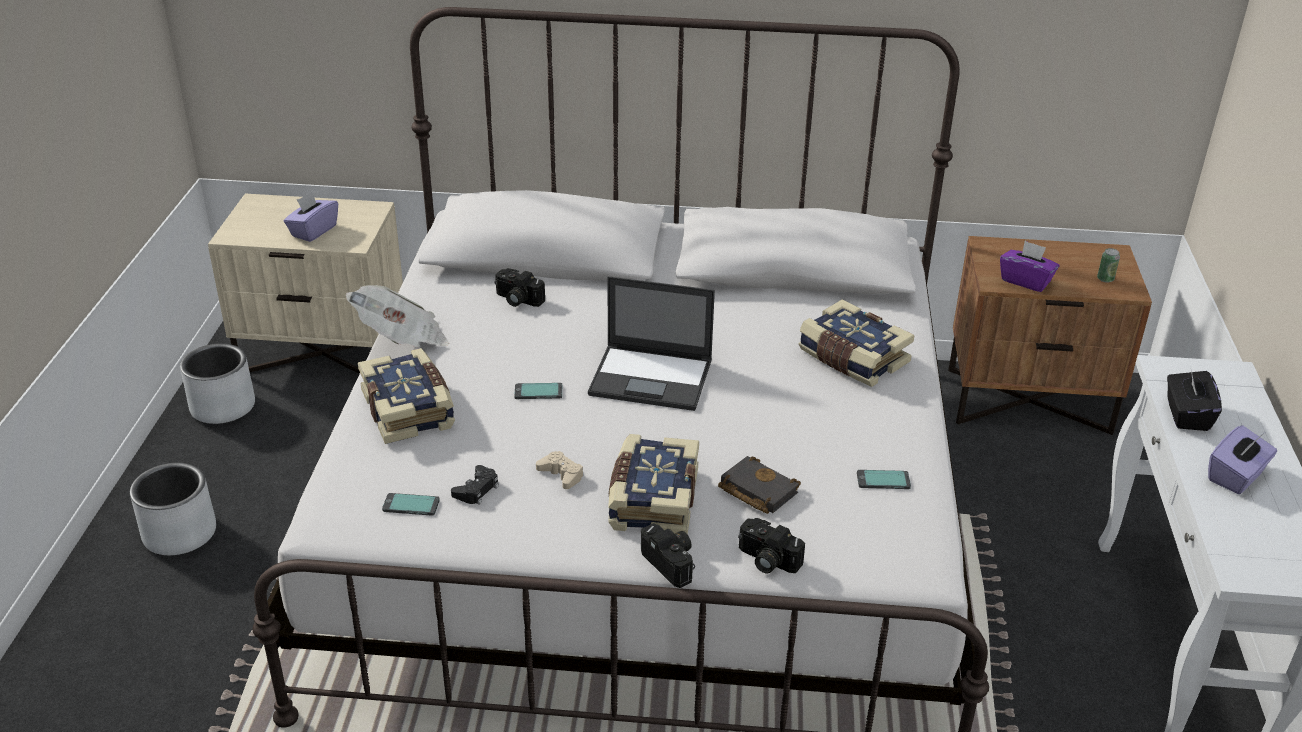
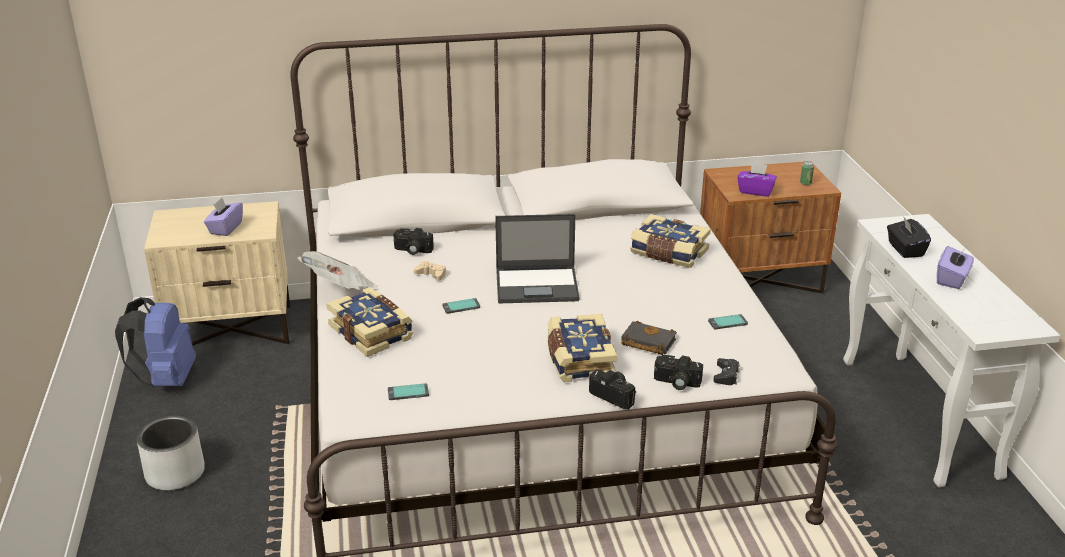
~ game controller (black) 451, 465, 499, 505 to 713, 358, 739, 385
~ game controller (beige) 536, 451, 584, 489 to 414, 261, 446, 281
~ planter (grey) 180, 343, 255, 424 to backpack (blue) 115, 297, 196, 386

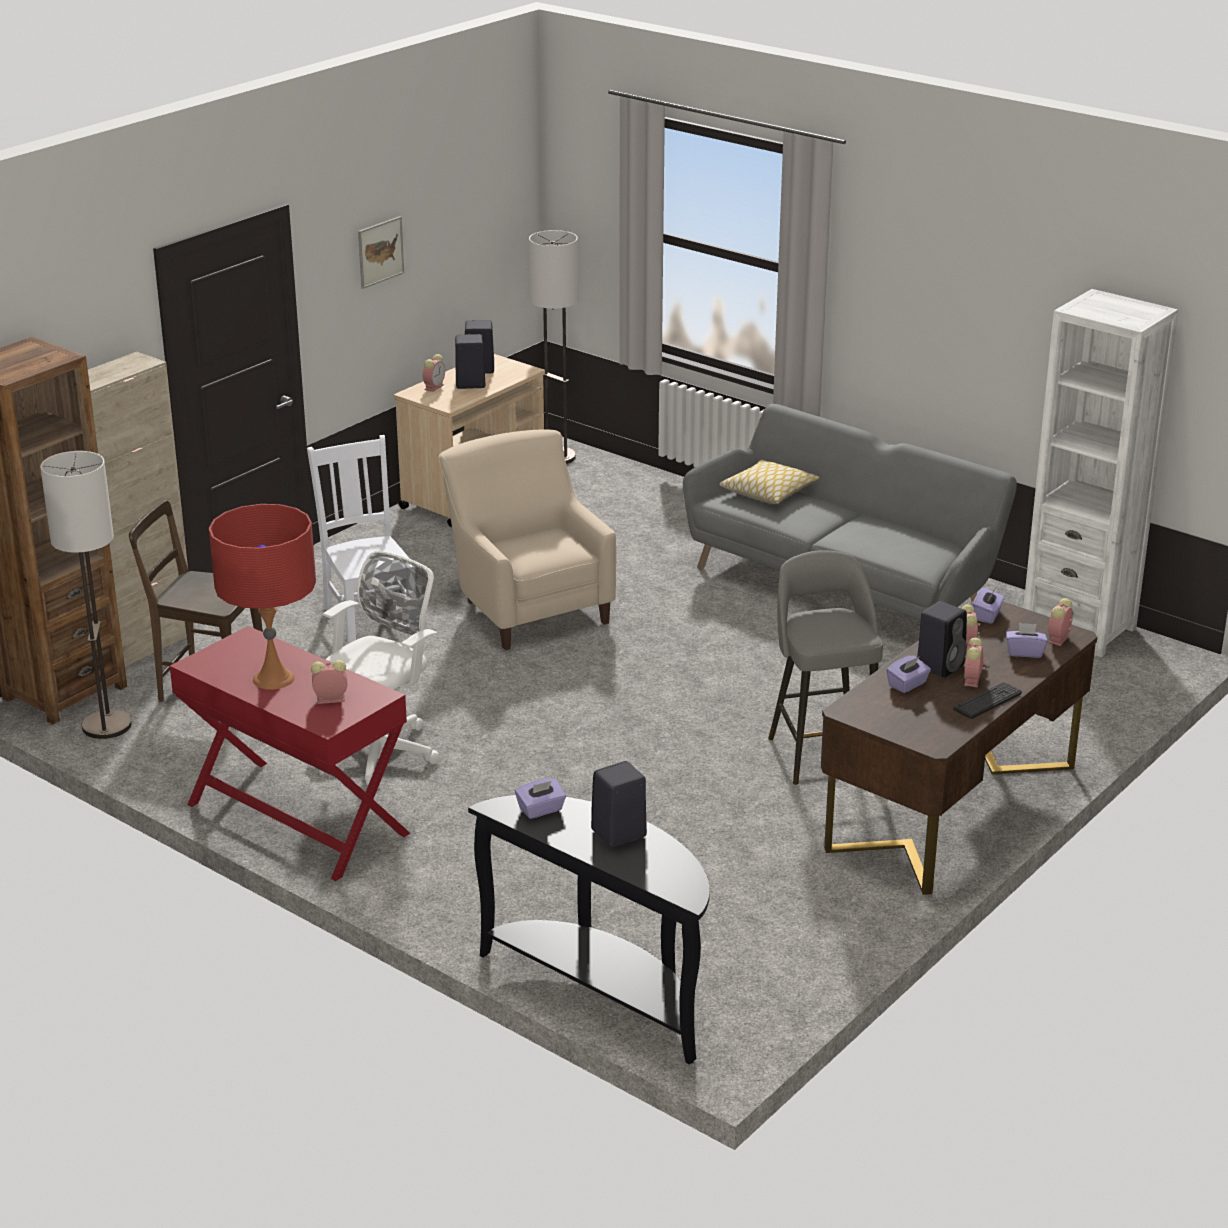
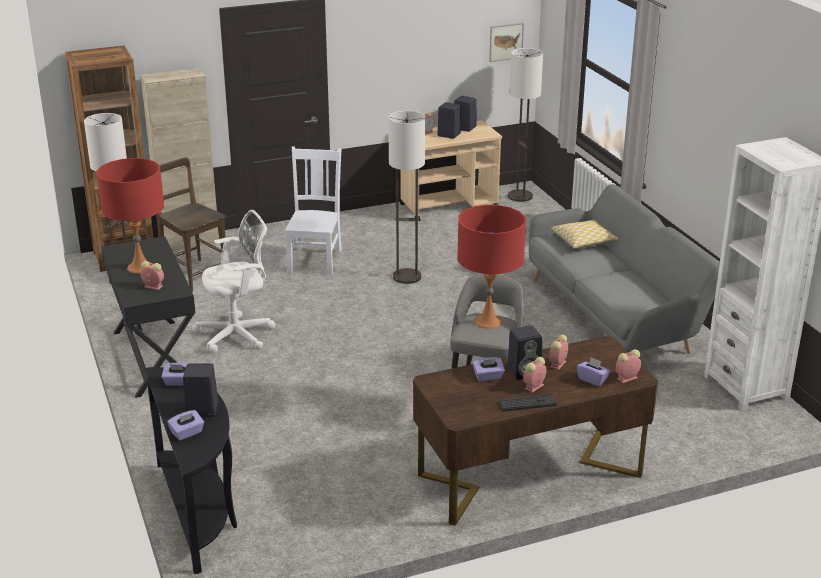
+ table lamp (red) 457, 205, 526, 329
~ picture 358, 216, 404, 289 to 489, 23, 524, 62
~ tissue box (purple) 973, 588, 1005, 624 to 167, 410, 204, 441
~ armchair (beige) 438, 430, 616, 650 to floor lamp 388, 111, 425, 284
~ desk (red) 170, 626, 410, 881 to desk (black) 101, 236, 195, 398

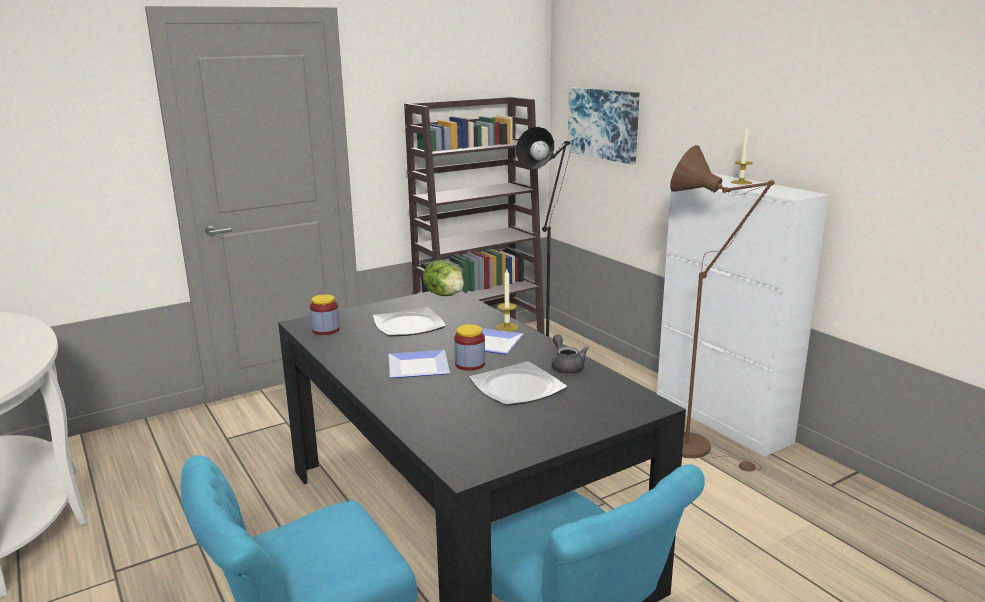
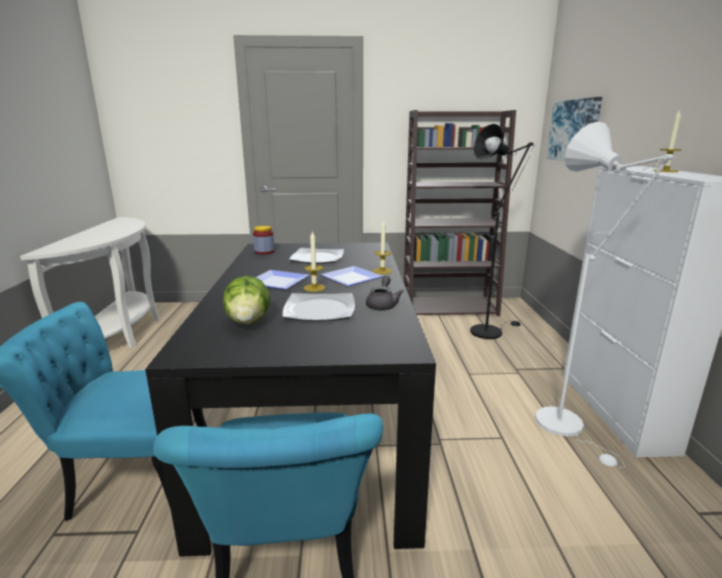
~ lettuce 423, 261, 464, 296 to 223, 276, 270, 325
~ jar 454, 324, 485, 371 to candle 304, 231, 325, 292
~ floor lamp (brown) 670, 145, 775, 471 to floor lamp (white) 535, 121, 673, 468

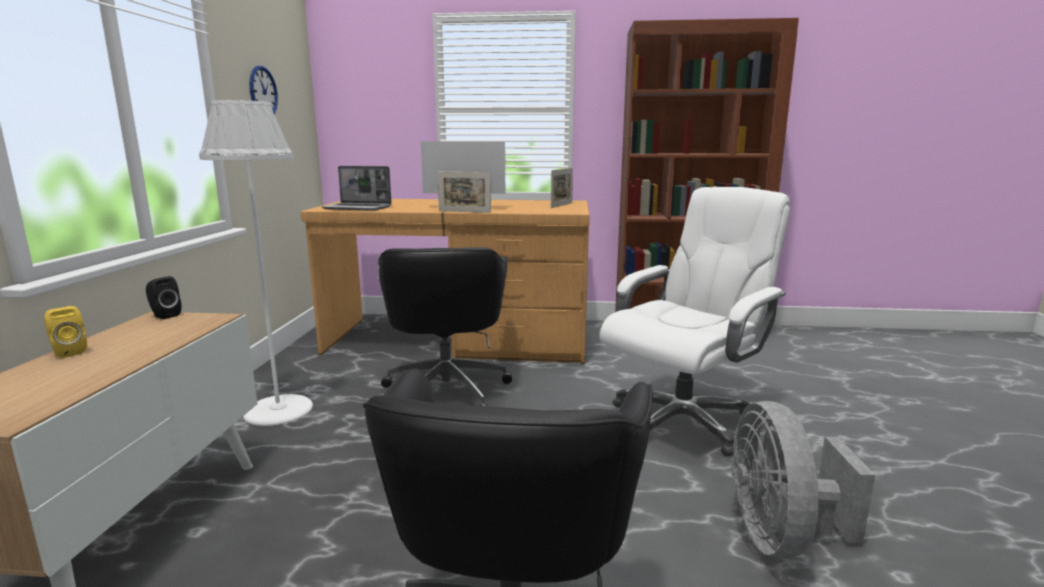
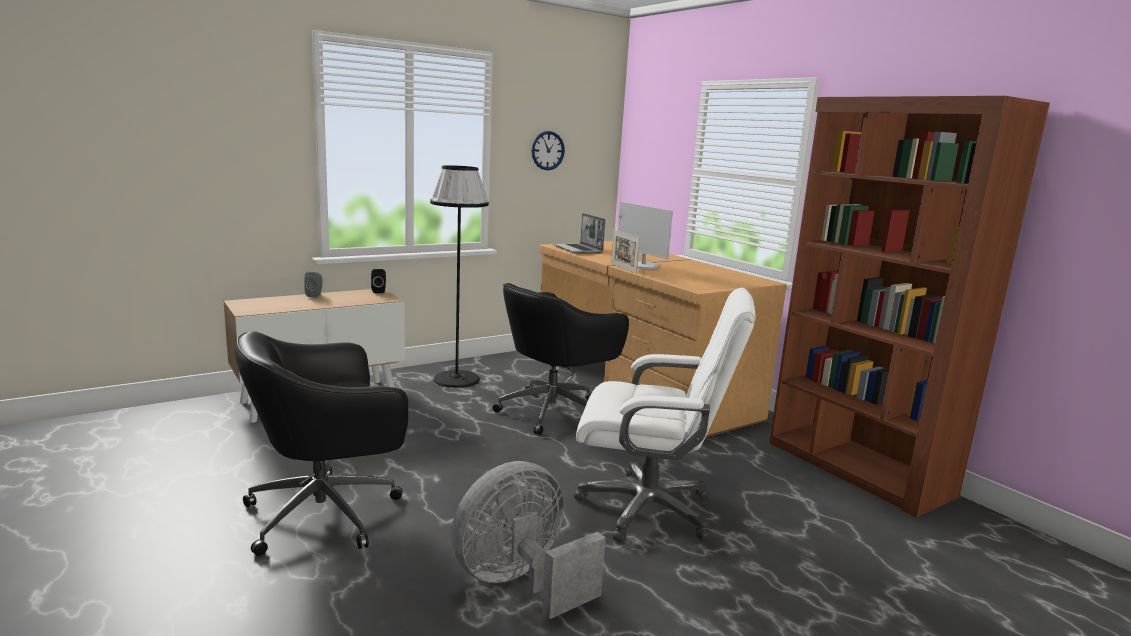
- picture frame 551, 168, 573, 208
~ speaker (yellow) 44, 306, 87, 358 to speaker (grey) 304, 272, 322, 297
~ floor lamp (white) 199, 100, 313, 426 to floor lamp (black) 430, 165, 489, 388

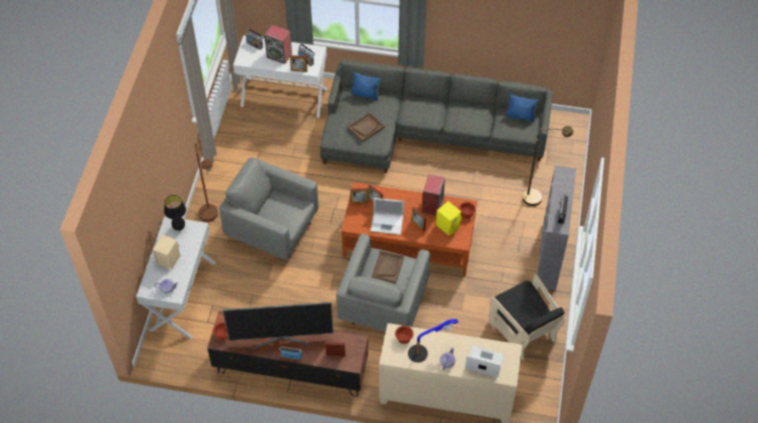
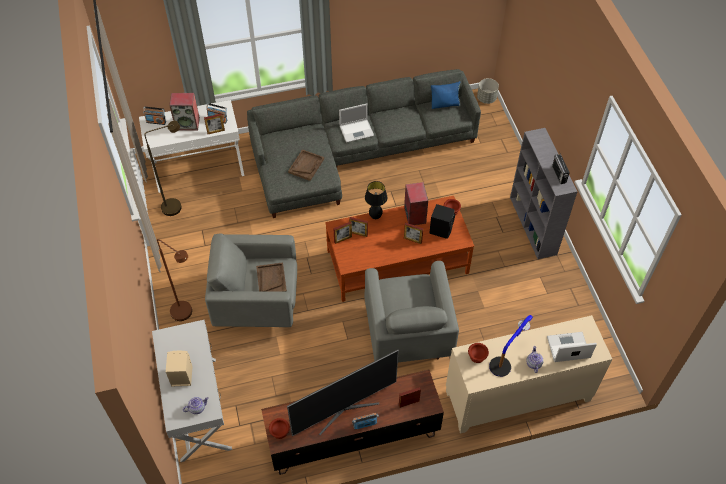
- pillow (blue) 351, 72, 382, 101
- armchair (black) 489, 274, 565, 361
+ planter (grey) 477, 78, 499, 104
~ table lamp (black) 164, 195, 186, 231 to 365, 181, 387, 219
~ laptop 371, 198, 404, 235 to 339, 103, 374, 143
~ tray (brown) 372, 250, 404, 284 to 256, 262, 287, 292
~ floor lamp (brown) 523, 126, 573, 206 to 144, 121, 182, 216
~ speaker (yellow) 436, 201, 462, 236 to speaker (black) 429, 204, 455, 239

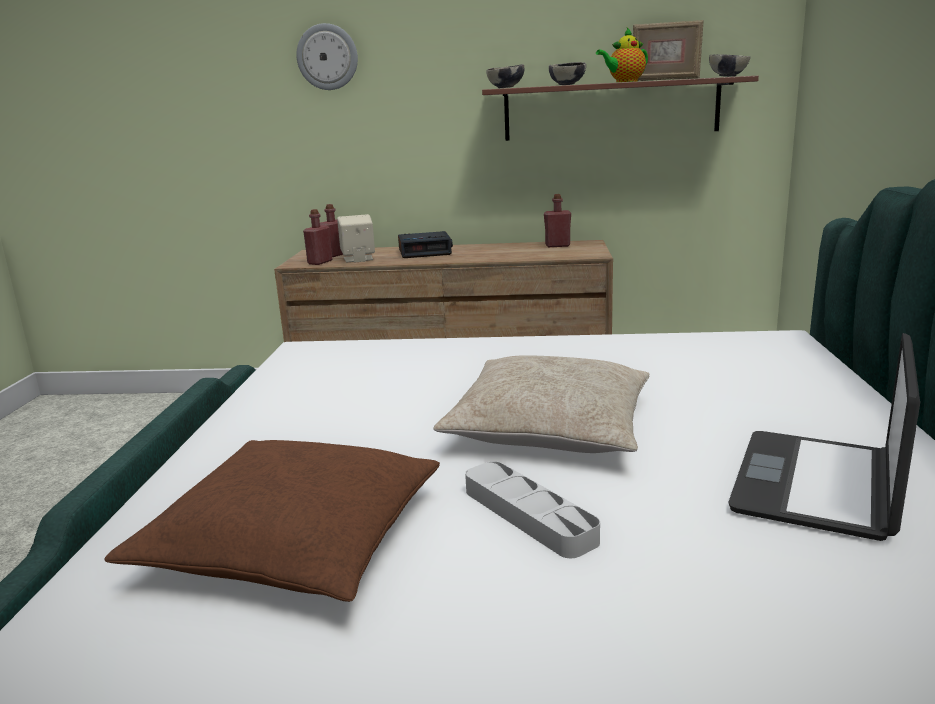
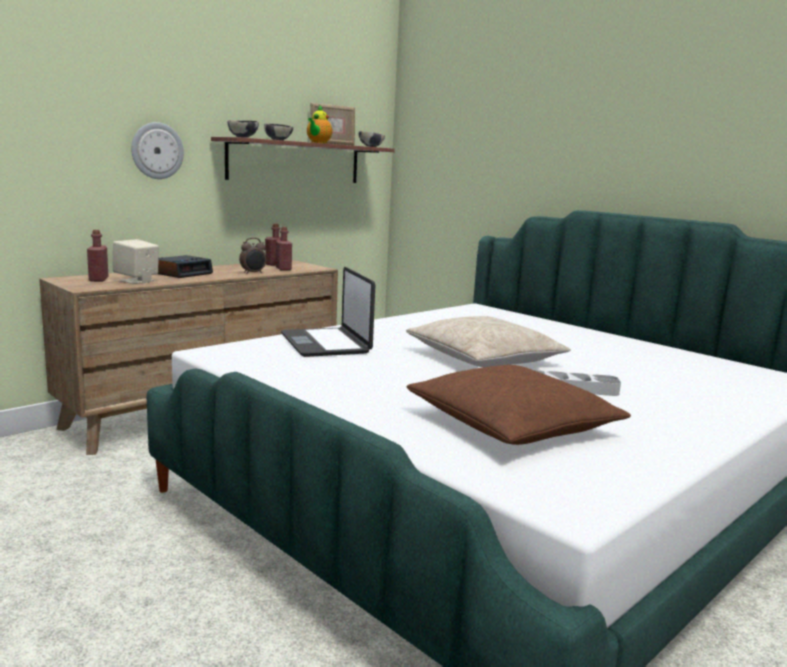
+ alarm clock 239, 238, 266, 274
~ wall clock 296, 23, 358, 90 to 131, 122, 184, 179
~ bottle (red) 303, 209, 333, 265 to 276, 227, 292, 271
~ laptop 728, 333, 920, 541 to 281, 267, 375, 357

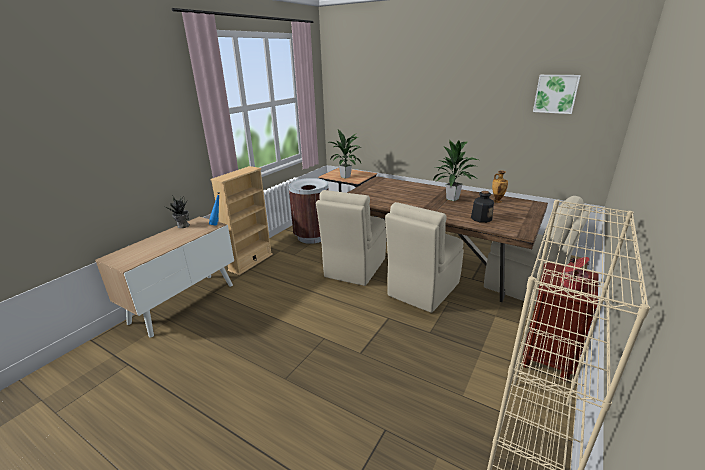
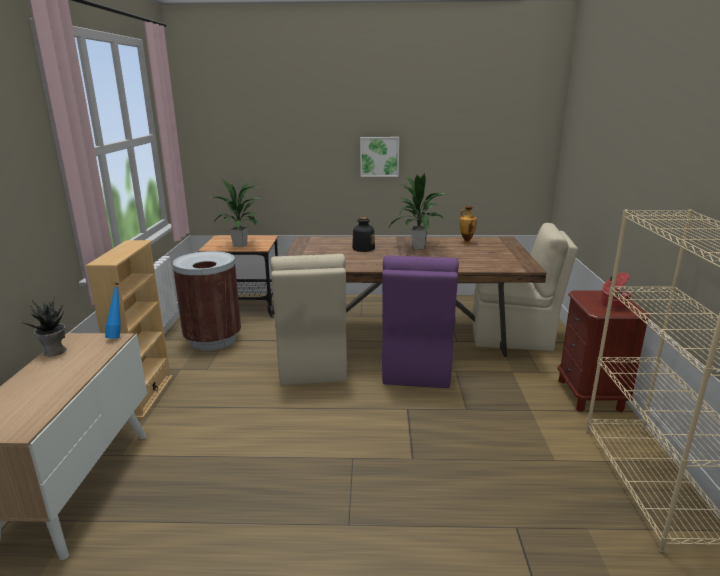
~ bottle 471, 191, 494, 223 to 352, 217, 375, 252
~ picture 533, 75, 581, 114 to 360, 137, 399, 177
~ chair (beige) 385, 202, 464, 313 to chair (purple) 382, 255, 459, 388

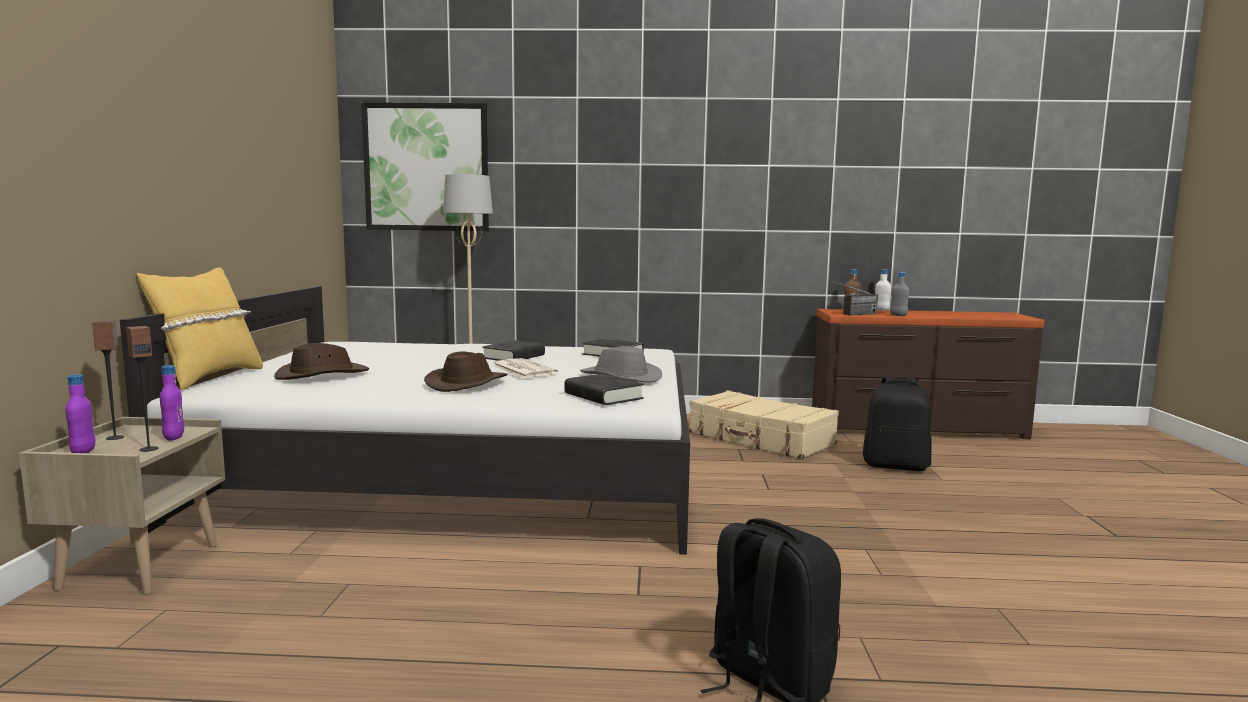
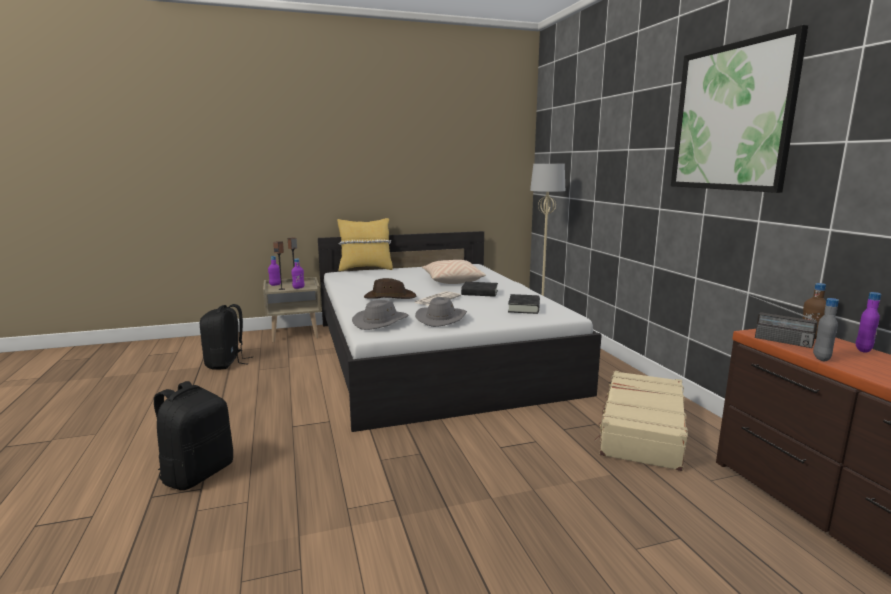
- hat (brown) 274, 343, 369, 380
+ pillow (beige) 422, 260, 486, 284
~ picture 362, 102, 489, 231 to 671, 25, 808, 193
~ backpack (black) 863, 376, 932, 471 to 200, 304, 253, 369
~ book (black) 564, 373, 644, 405 to hat (grey) 352, 300, 408, 330
~ bottle (white) 875, 269, 891, 311 to bottle (purple) 855, 292, 881, 353

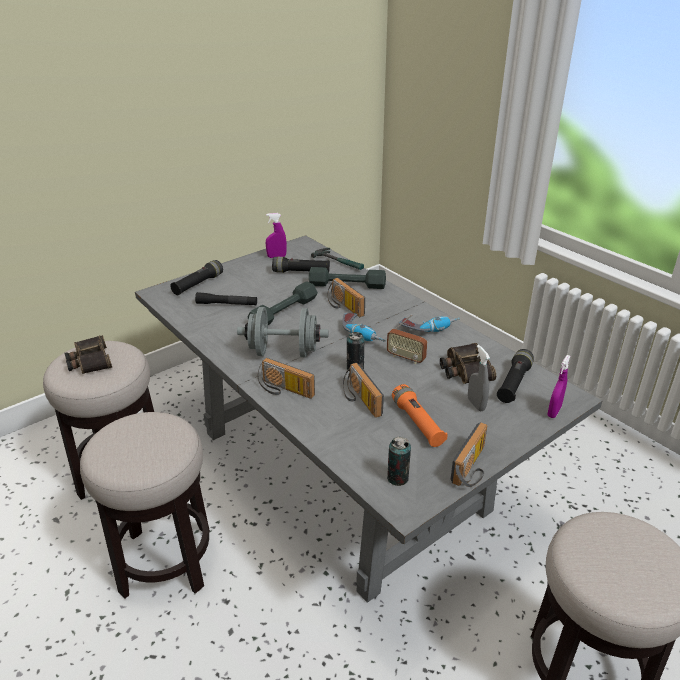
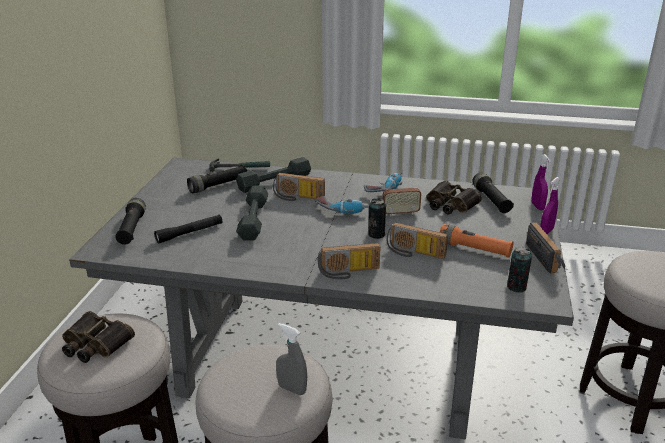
- dumbbell (grey) 237, 307, 329, 357
~ spray bottle (purple) 266, 213, 287, 258 to 540, 177, 560, 235
~ spray bottle (grey) 468, 345, 490, 411 to 276, 323, 307, 395

